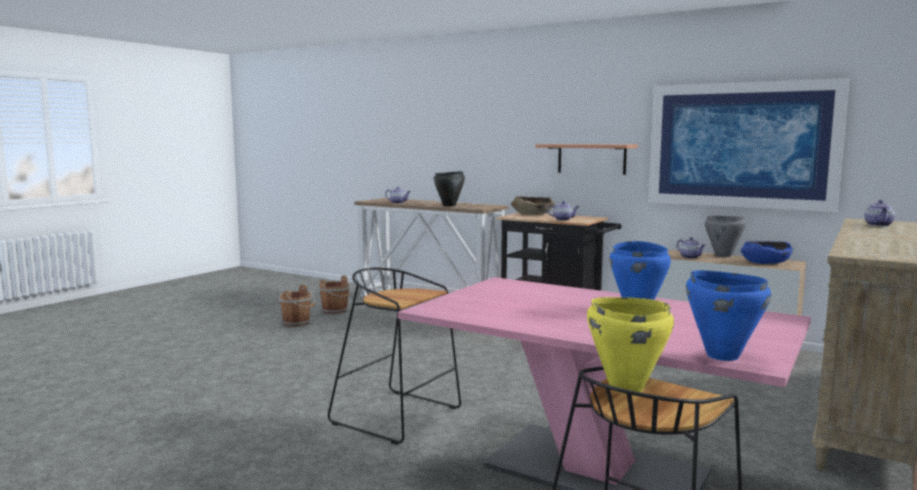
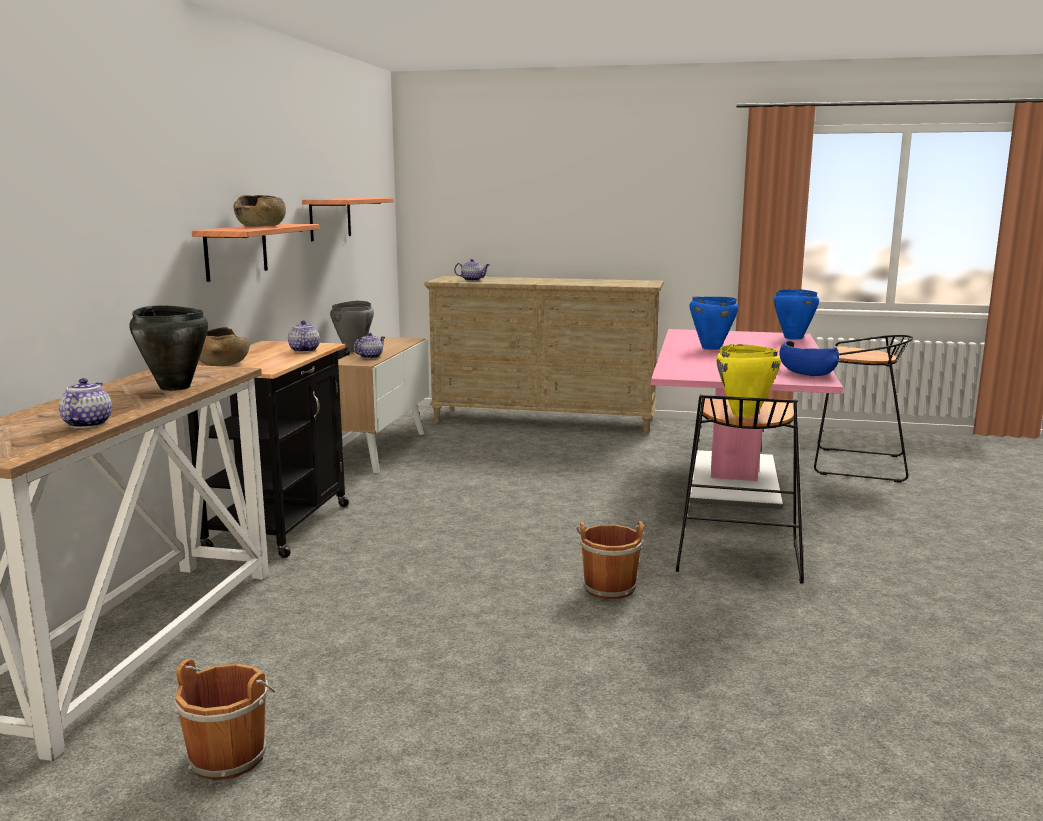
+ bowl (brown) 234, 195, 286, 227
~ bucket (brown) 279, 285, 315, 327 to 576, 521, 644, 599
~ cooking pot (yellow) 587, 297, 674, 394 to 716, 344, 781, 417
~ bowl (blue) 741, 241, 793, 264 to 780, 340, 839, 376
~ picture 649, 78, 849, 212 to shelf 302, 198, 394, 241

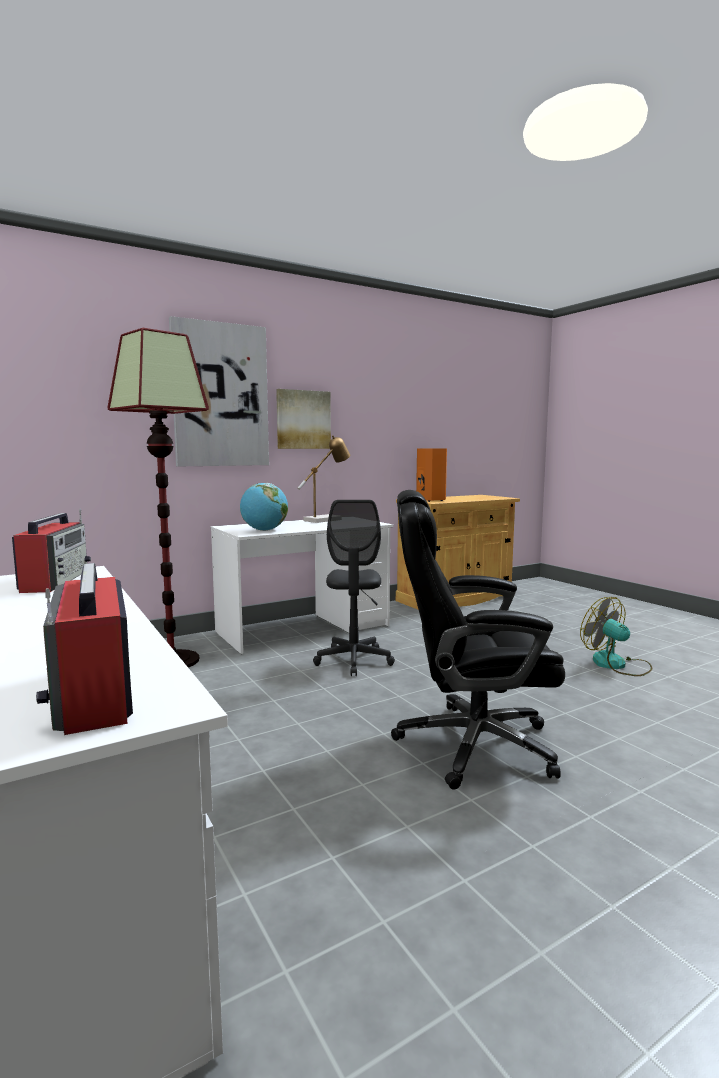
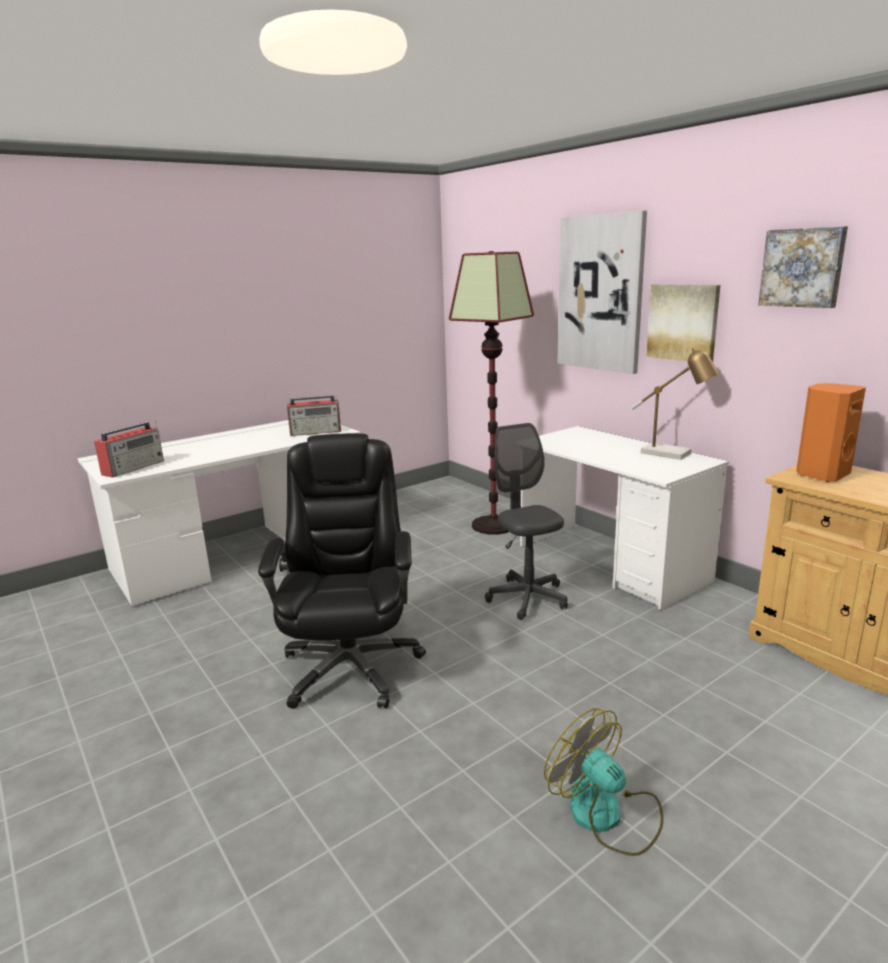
- globe 240, 483, 288, 531
+ picture 758, 226, 848, 308
~ radio 36, 563, 133, 735 = 94, 420, 164, 478 150 degrees clockwise
~ office chair (grey) 313, 500, 395, 676 = 485, 423, 568, 620 75 degrees clockwise
~ fan 580, 597, 652, 676 = 544, 708, 663, 856 90 degrees counterclockwise

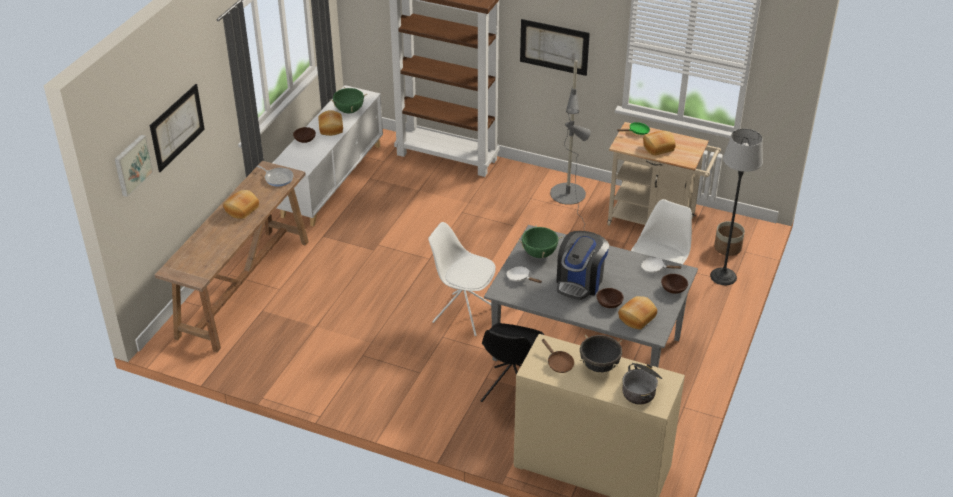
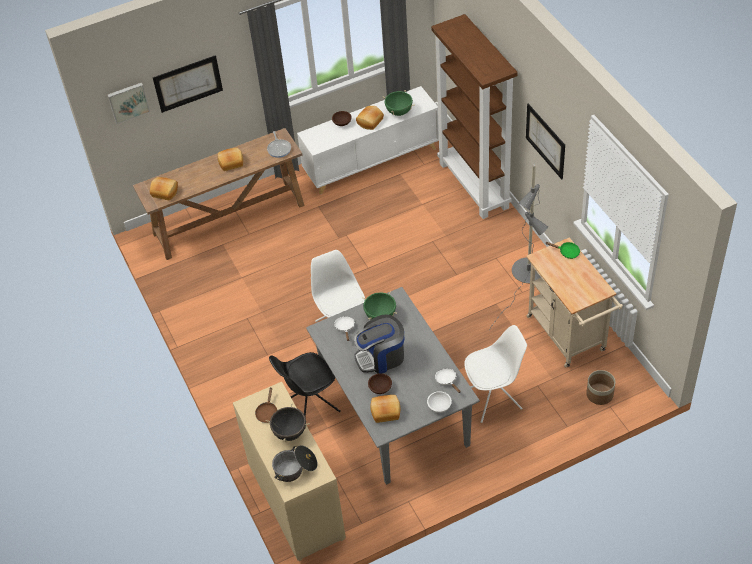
- floor lamp 710, 129, 763, 285
~ bread 643, 131, 676, 156 to 150, 177, 178, 200
~ bowl (brown) 661, 274, 688, 294 to bowl (white) 427, 391, 452, 413

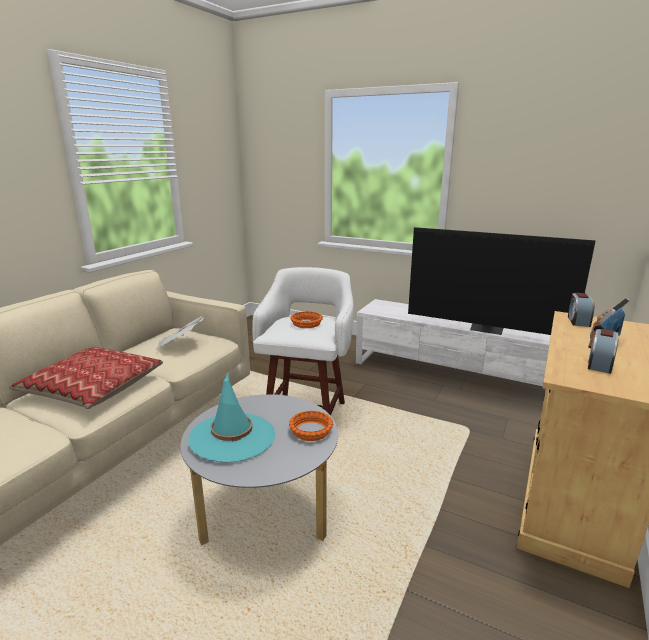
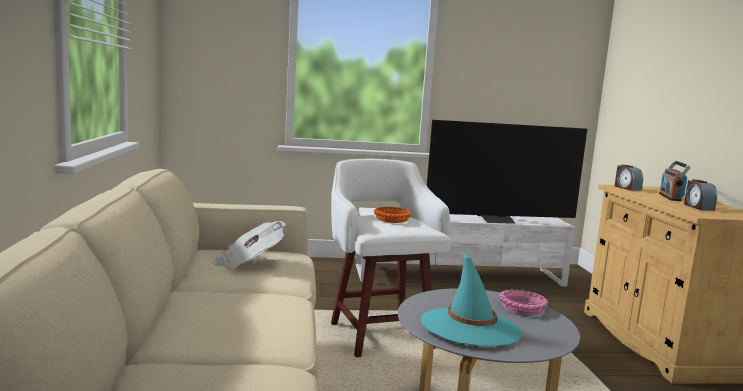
- pillow 9, 347, 163, 409
~ bowl (orange) 289, 410, 333, 441 to bowl (pink) 499, 289, 548, 316

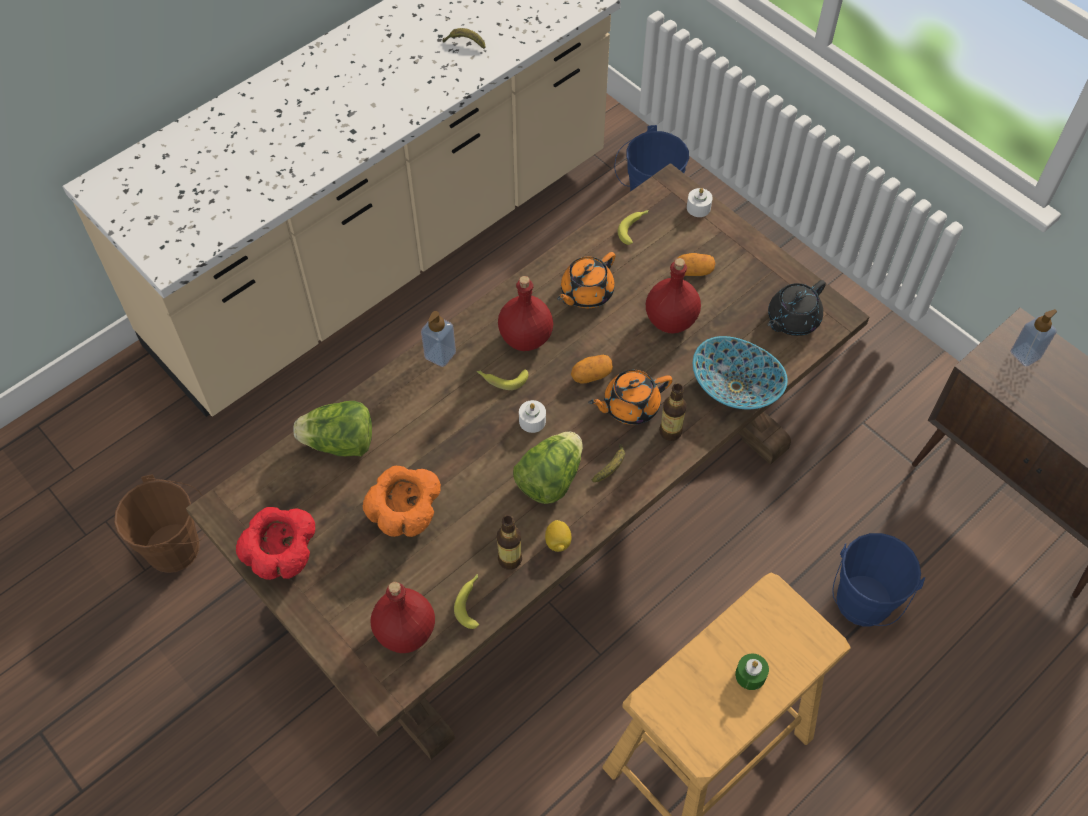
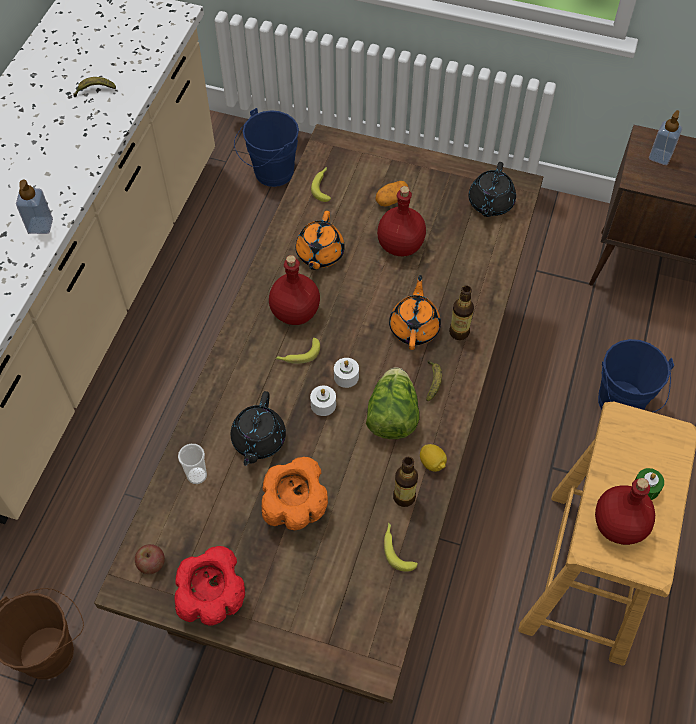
- potato 571, 355, 613, 384
- bowl 693, 336, 788, 409
+ apple 135, 544, 165, 574
+ teapot (black) 231, 391, 286, 466
~ bottle (red) 371, 582, 435, 653 to 595, 478, 655, 545
~ soap dispenser 421, 311, 456, 367 to 16, 180, 53, 234
~ candle (white) 687, 188, 713, 217 to 310, 386, 336, 416
~ lettuce 293, 401, 372, 456 to cup 178, 444, 207, 484
~ teapot (orange) 588, 370, 673, 425 = 389, 275, 441, 350 150 degrees clockwise

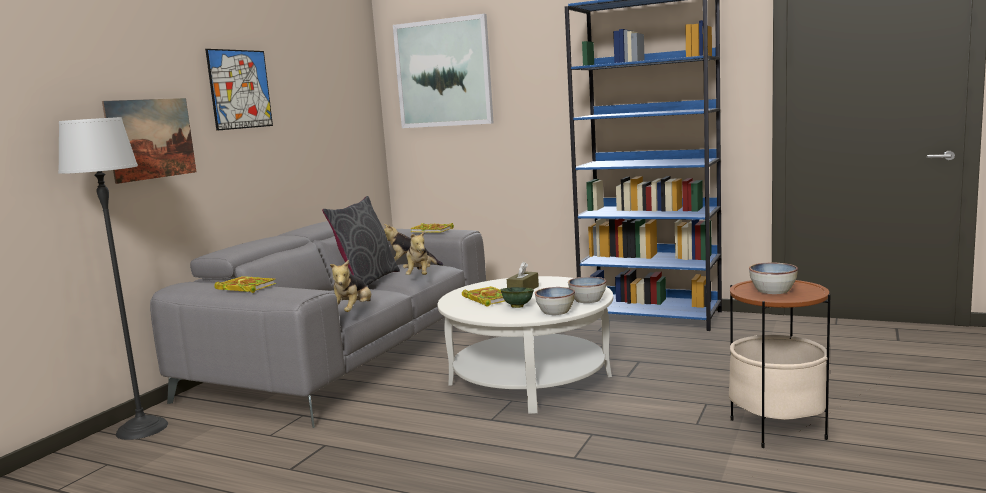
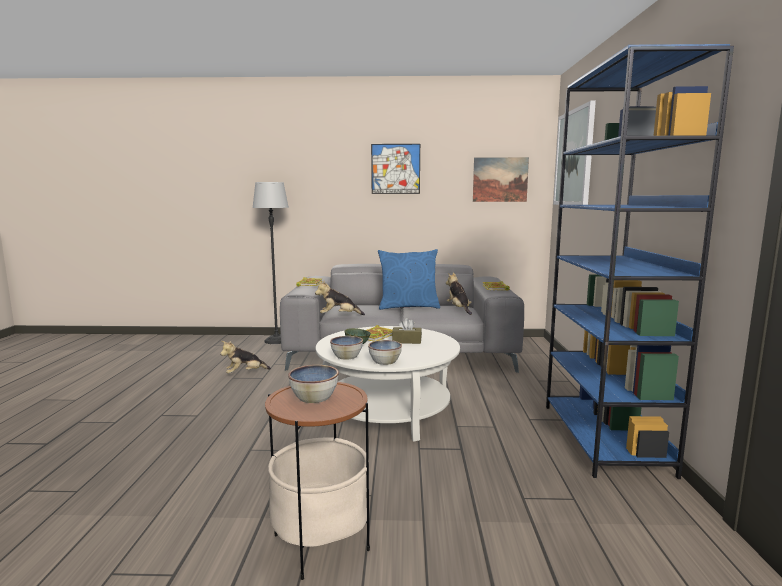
~ picture 102, 98, 196, 184 to 473, 157, 529, 202
~ plush toy 403, 230, 431, 275 to 220, 341, 271, 373
~ pillow (grey) 322, 196, 400, 285 to pillow (blue) 378, 249, 440, 310

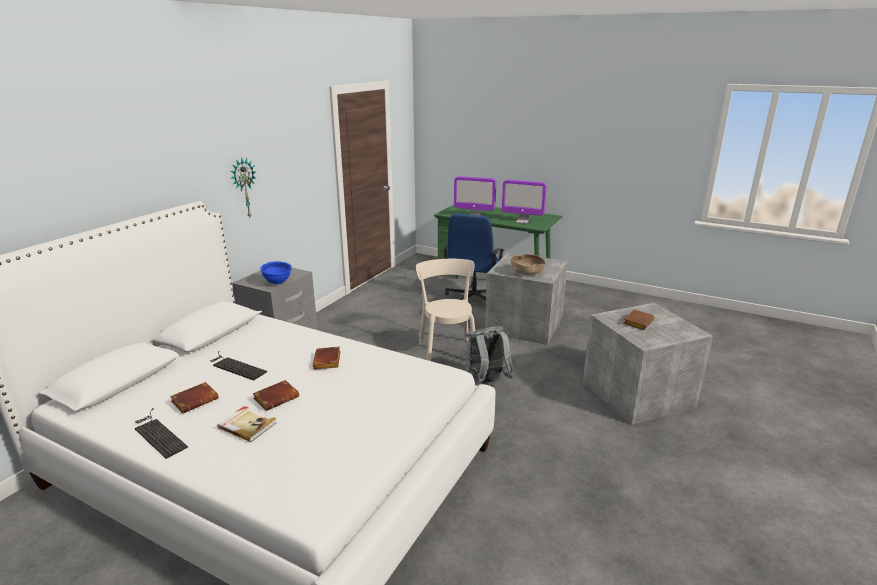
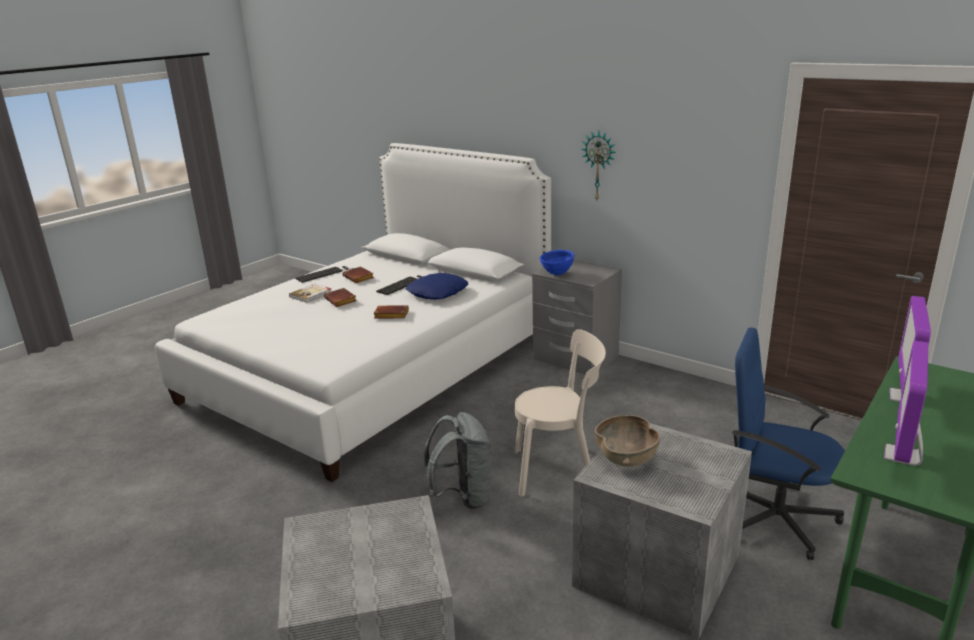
- book (brown) 624, 309, 655, 330
+ pillow (blue) 406, 273, 468, 300

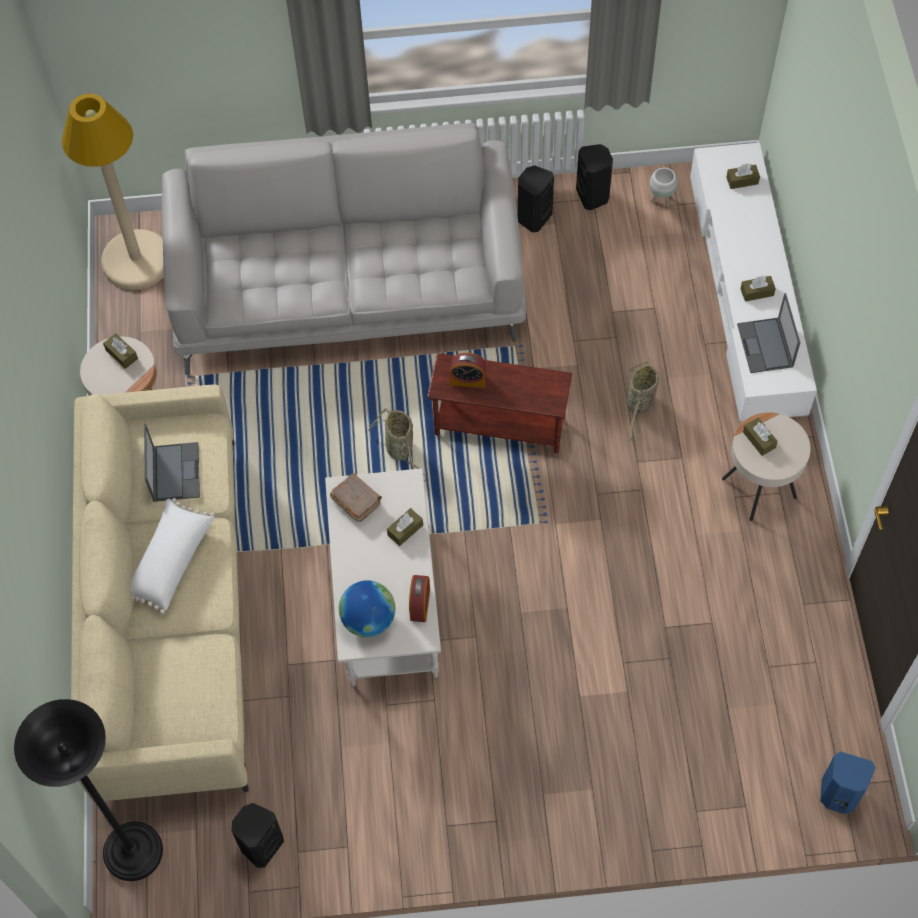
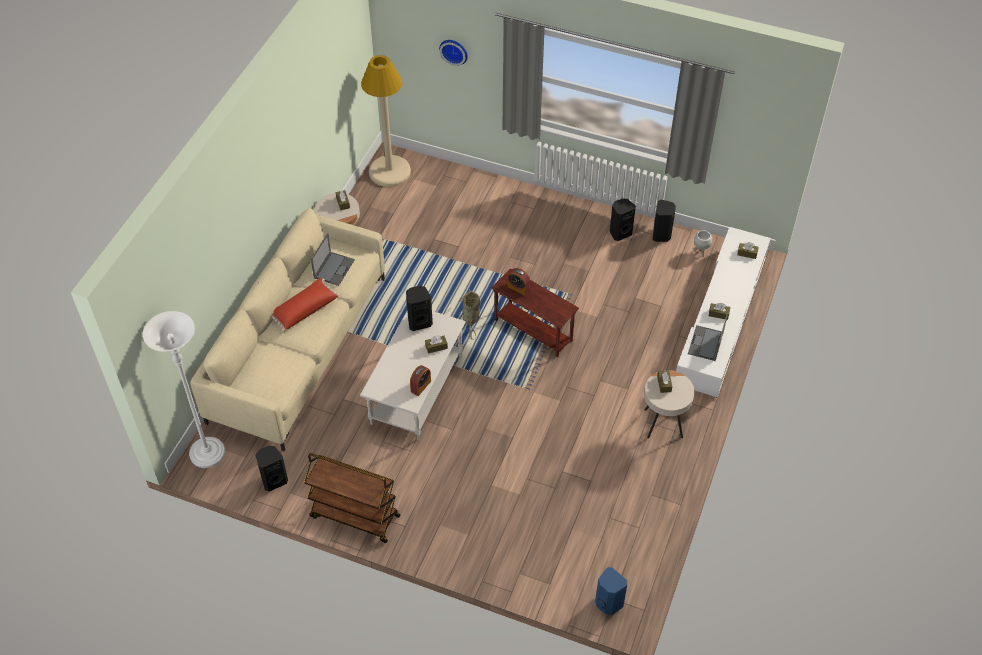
- sofa (grey) 162, 123, 526, 375
- globe 339, 580, 395, 637
- basket 626, 360, 659, 441
+ cart (brown) 304, 453, 400, 543
+ wall clock 439, 40, 468, 66
~ book (brown) 330, 473, 382, 522 to speaker (black) 406, 286, 433, 331
~ floor lamp (black) 14, 699, 163, 881 to floor lamp (white) 143, 311, 225, 468
~ pillow (white) 131, 498, 215, 614 to pillow (red) 272, 278, 339, 331

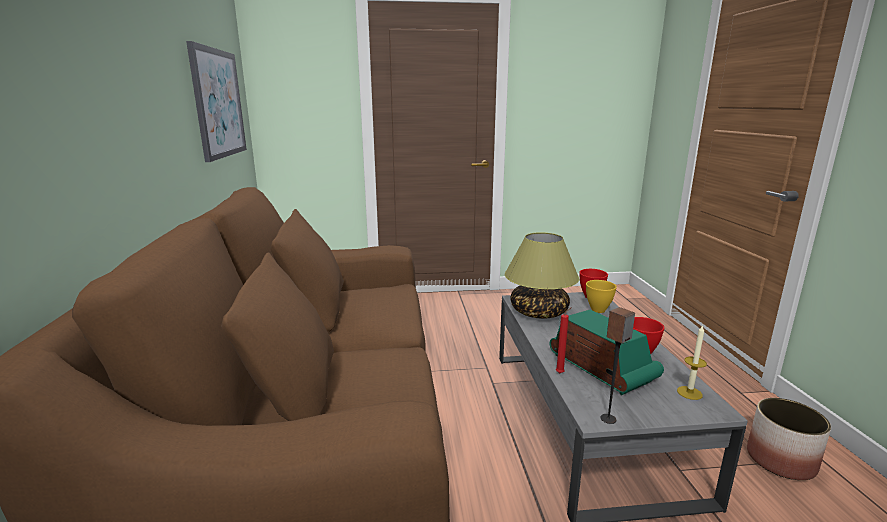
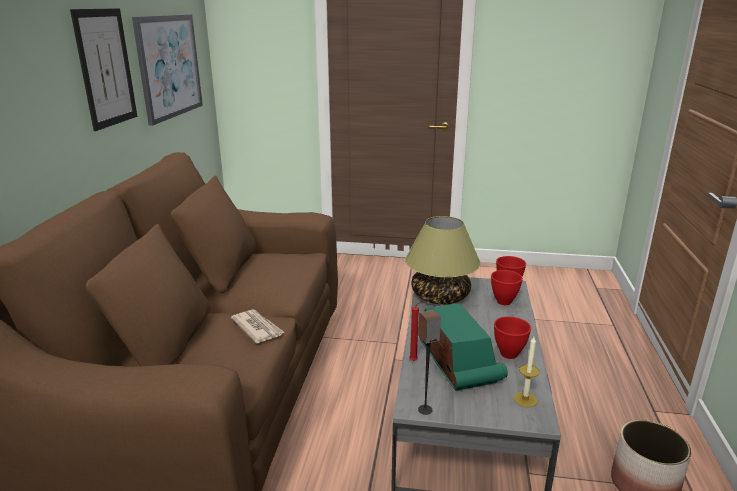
+ picture 70, 8, 137, 131
+ newspaper 231, 309, 285, 343
~ bowl (yellow) 586, 280, 617, 313 to bowl (red) 491, 270, 523, 305

